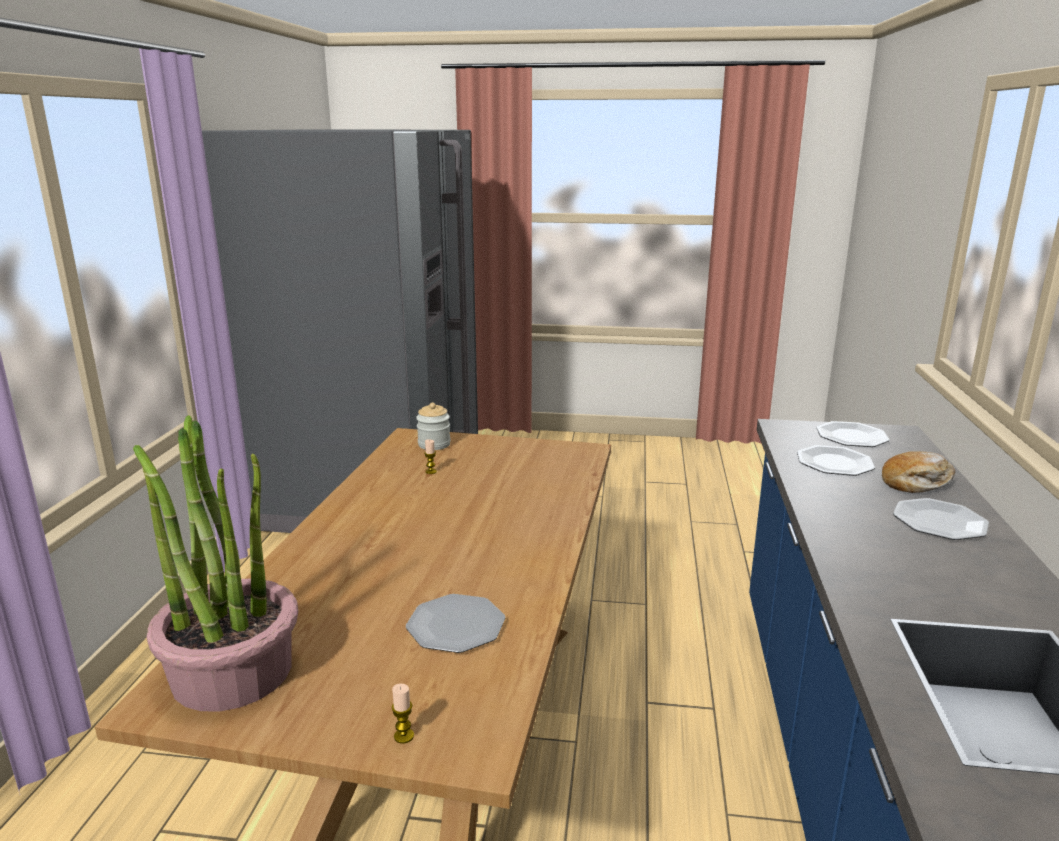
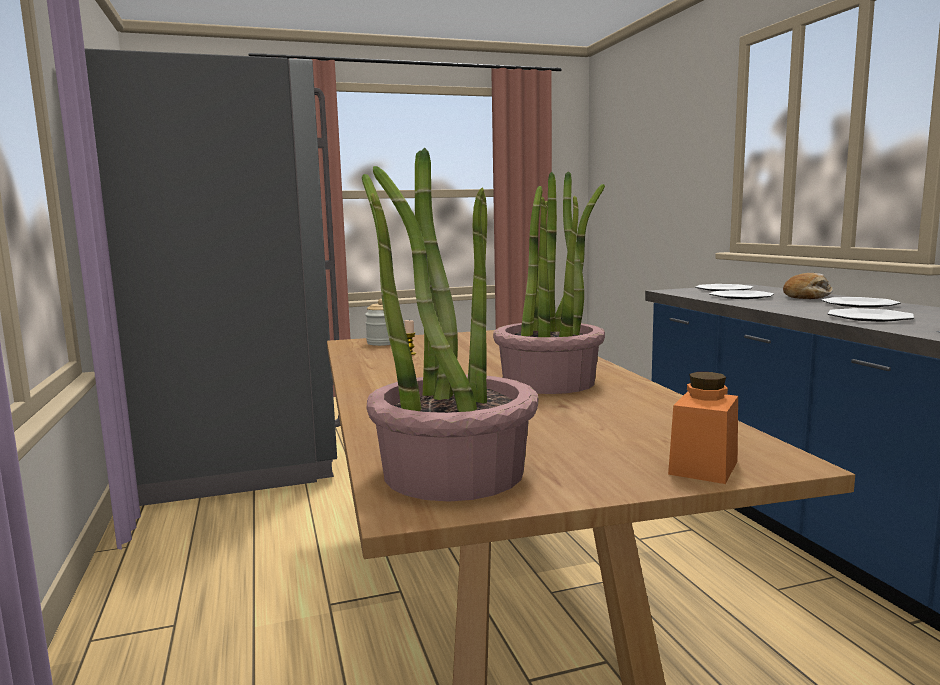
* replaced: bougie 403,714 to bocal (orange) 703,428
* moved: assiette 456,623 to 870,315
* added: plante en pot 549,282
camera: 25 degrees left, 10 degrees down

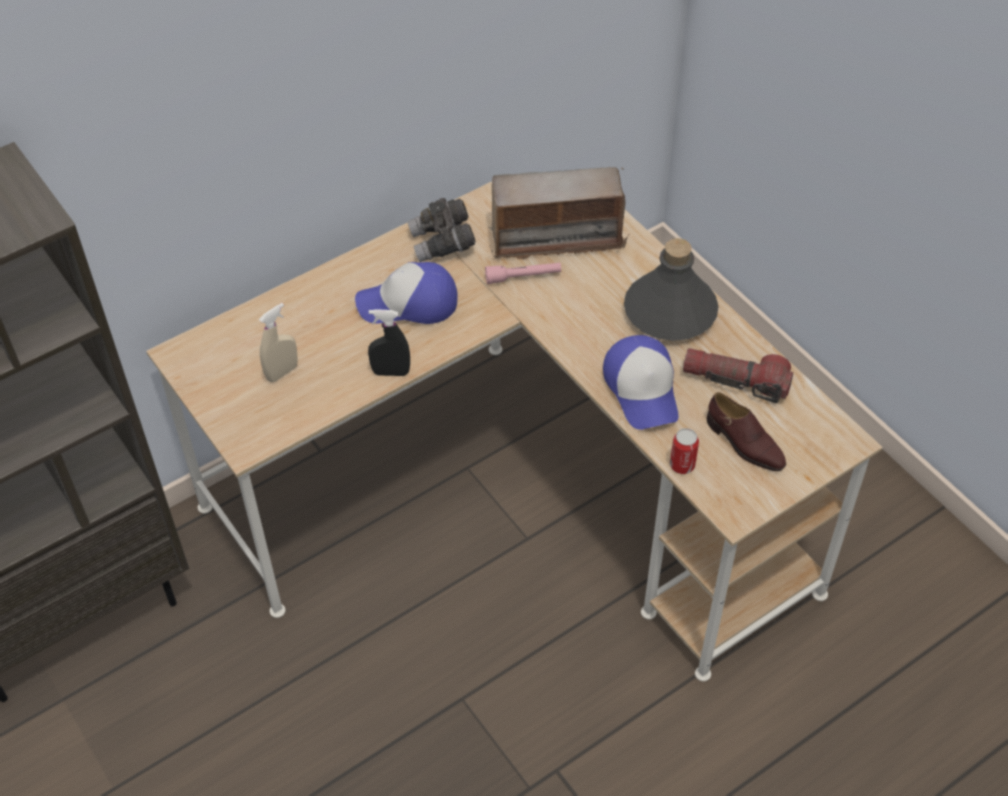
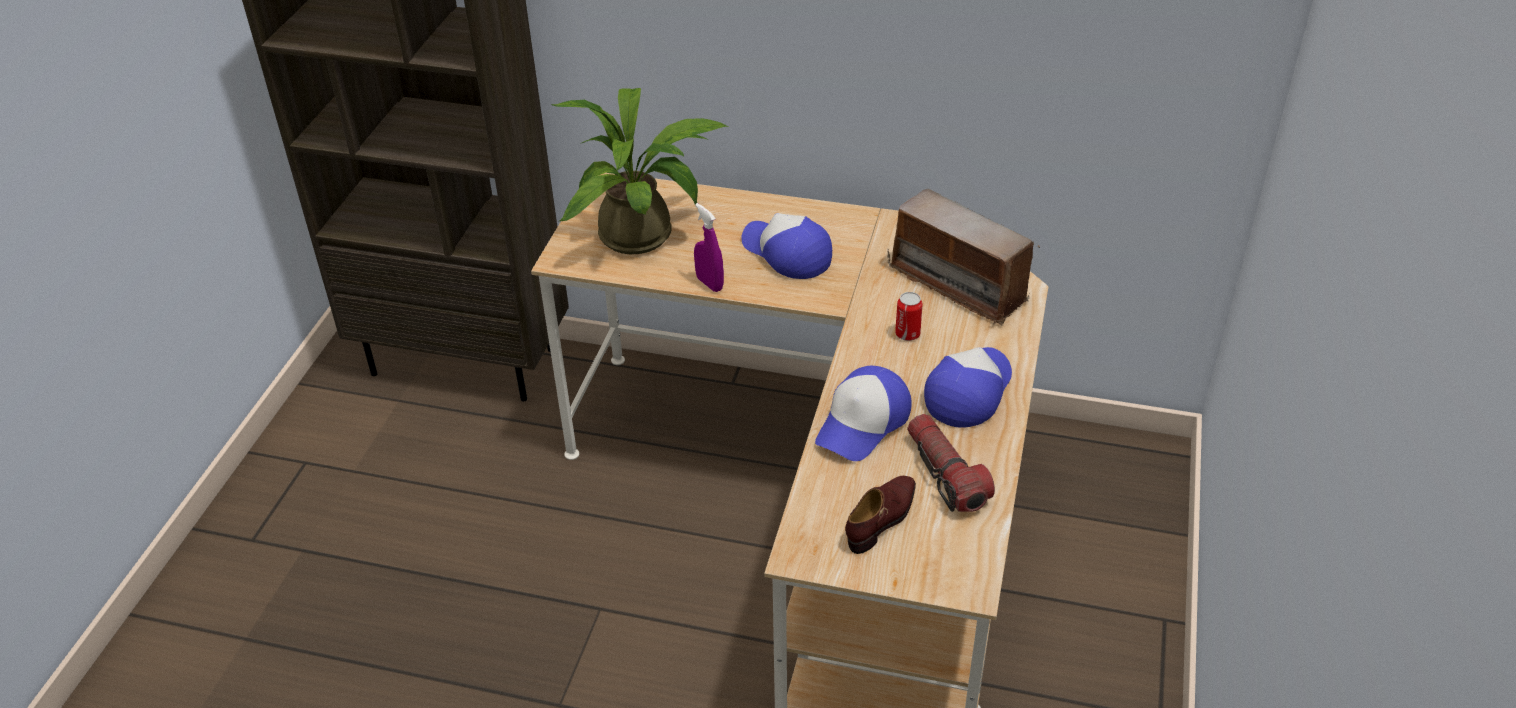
* replaced: vaporisateur (beige) 278,342 to plante en pot 640,171
* recoloured: vaporisateur (noir) 389,342 to vaporisateur (violet) 709,247
* removed: jumelles (gris) 441,230
* removed: lampe de poche (rose) 523,273
* replaced: bouteille (gris) 671,289 to casquette 968,387
* moved: boîte métallique 684,451 to 909,316
* turned: chaussure (marron) 746,431 = 880,515 150 degrees counterclockwise
camera: 50 degrees right, 10 degrees down

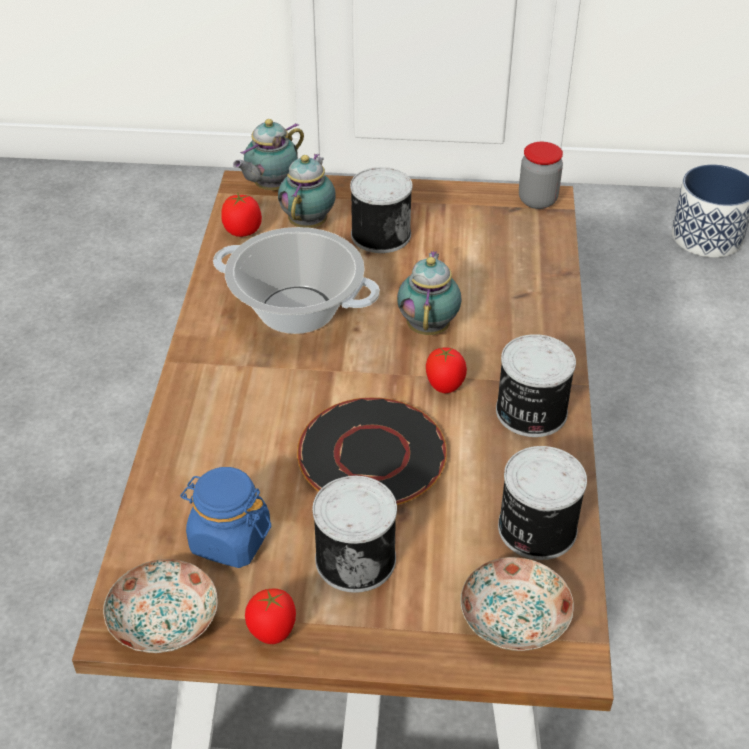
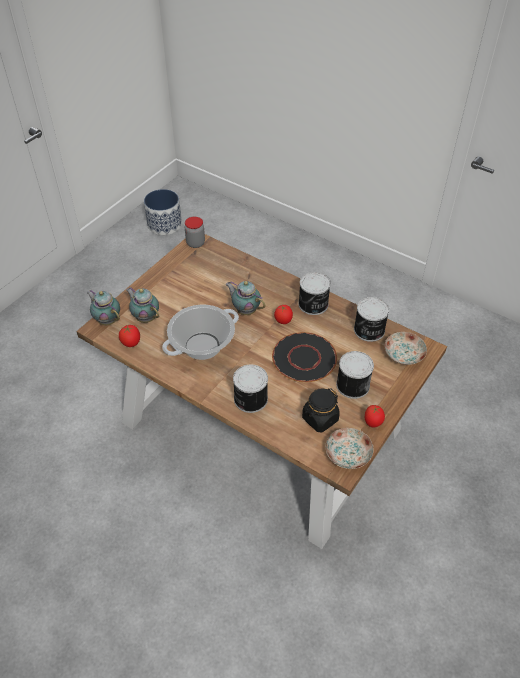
* recoloured: bocal (bleu) 225,517 to bocal (noir) 321,410
* turned: théière 268,154 = 103,307 150 degrees clockwise
* moved: boîte métallique 381,210 to 250,388
camera: 60 degrees left, 5 degrees up

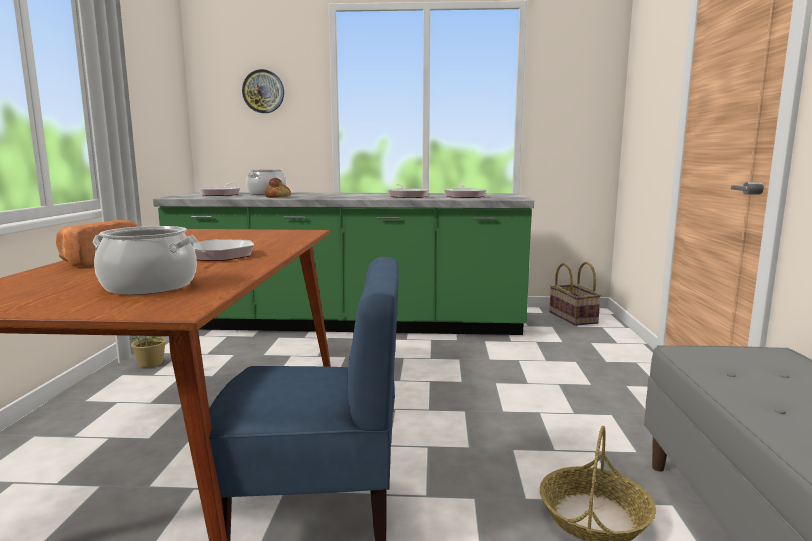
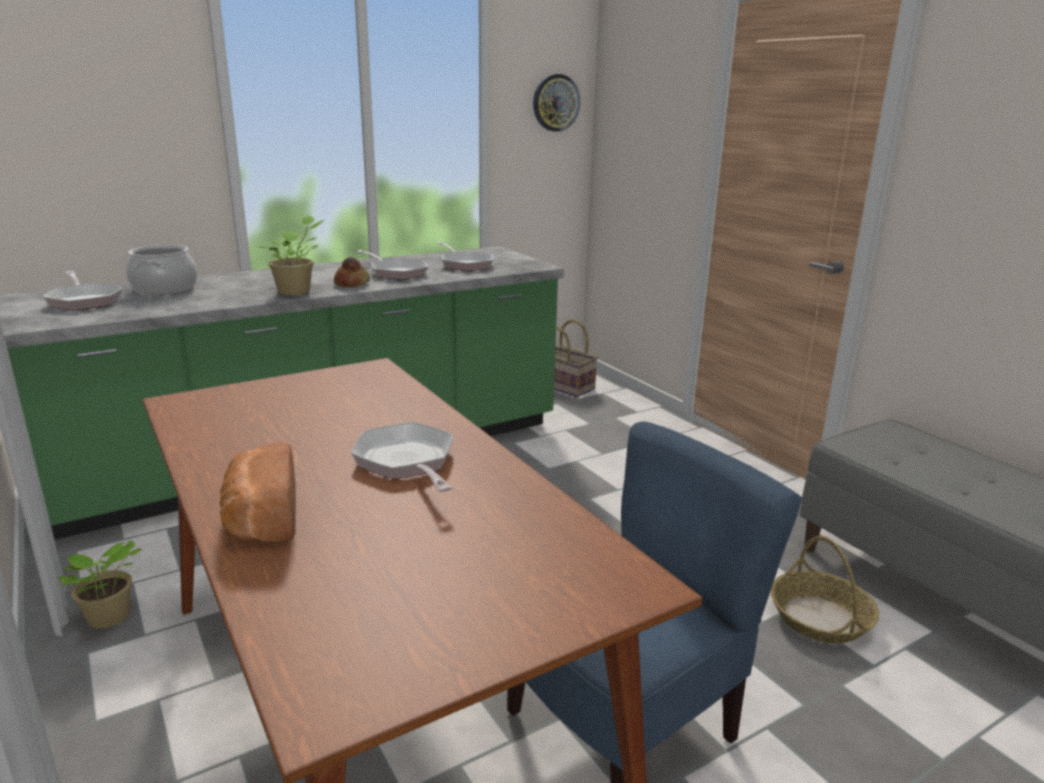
* removed: marmite 145,260
* moved: horloge murale 263,91 to 556,103
* moved: pain 278,188 to 352,272
* added: plante en pot 292,256
camera: 35 degrees left, 10 degrees up

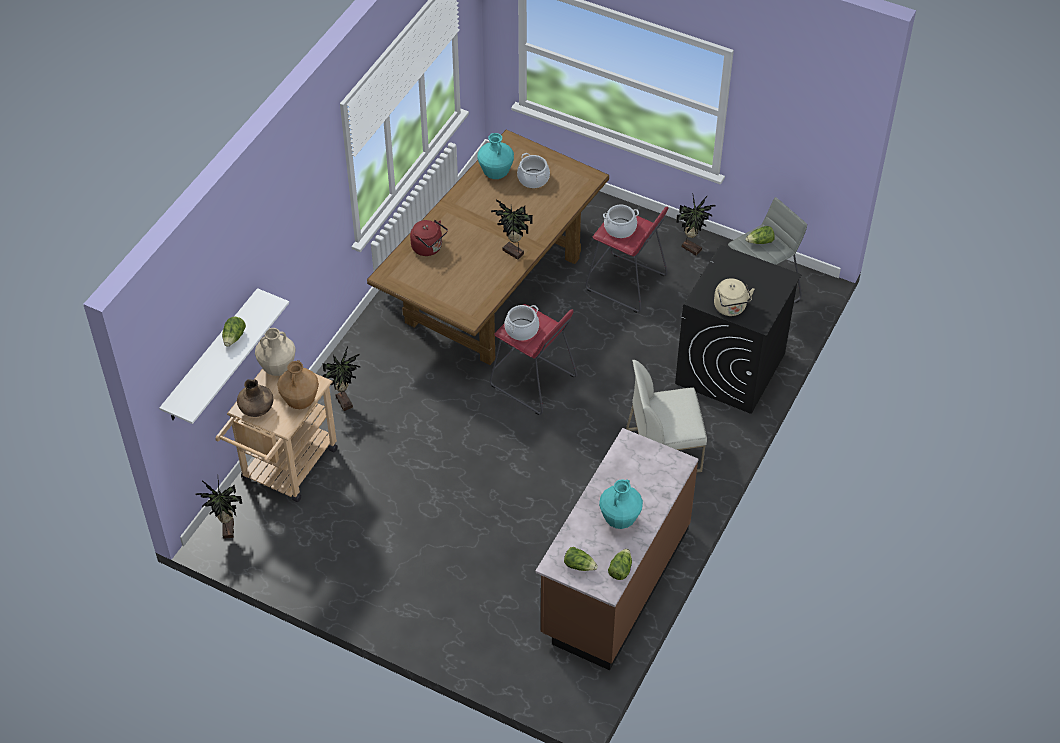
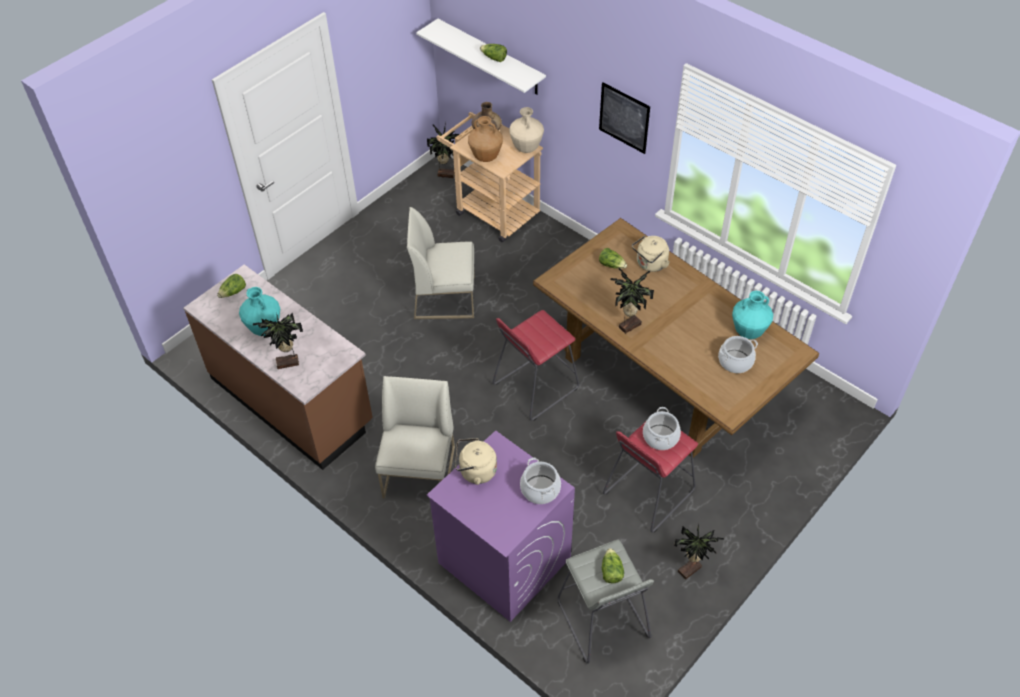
* moved: plante en pot 341,378 to 278,340
* recoloured: bouilloire (rouge) 429,238 to bouilloire (beige) 651,253
* moved: marmite 522,323 to 540,481
* moved: laitue 620,564 to 613,258
* recoloured: lave-linge (noir) 738,329 to lave-linge (violet) 501,526
* added: chaise (blanc) 441,263
* added: tableau 624,118
camera: 105 degrees right, 0 degrees up

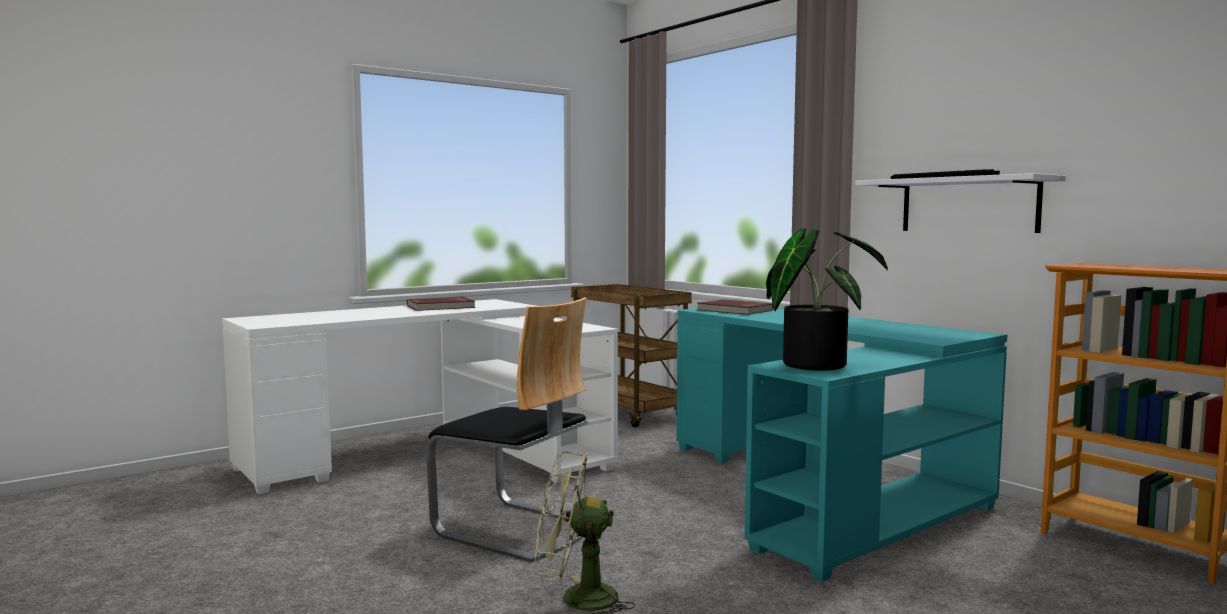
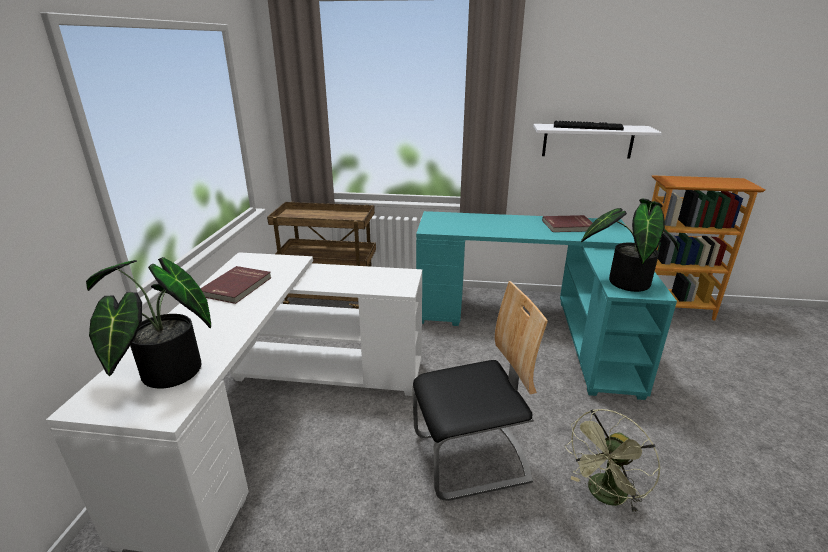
* moved: livre (rouge) 735,307 to 567,223
* added: plante en pot 148,323
camera: 45 degrees left, 20 degrees up

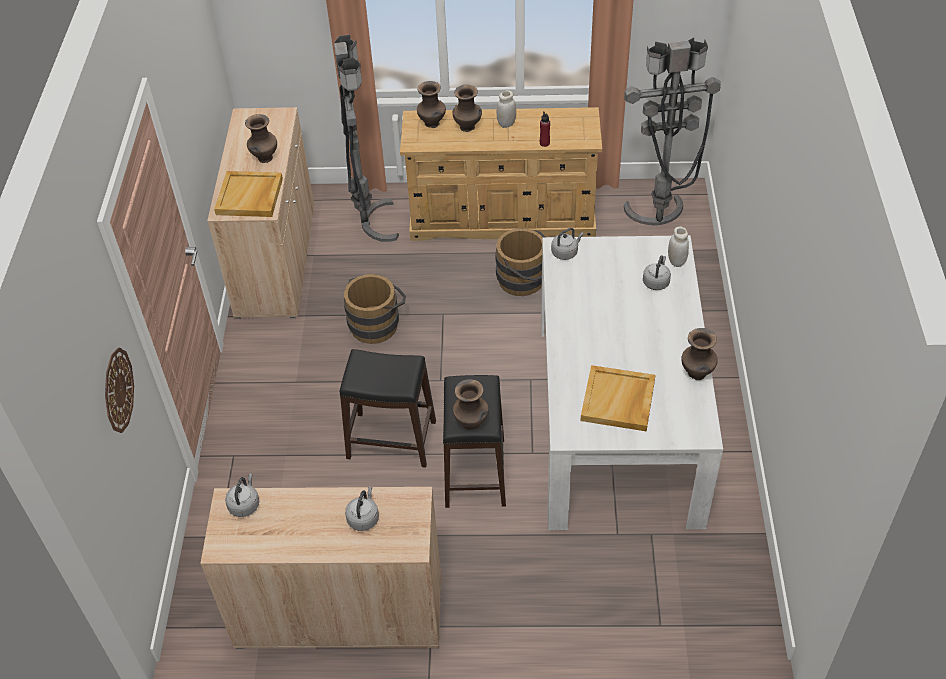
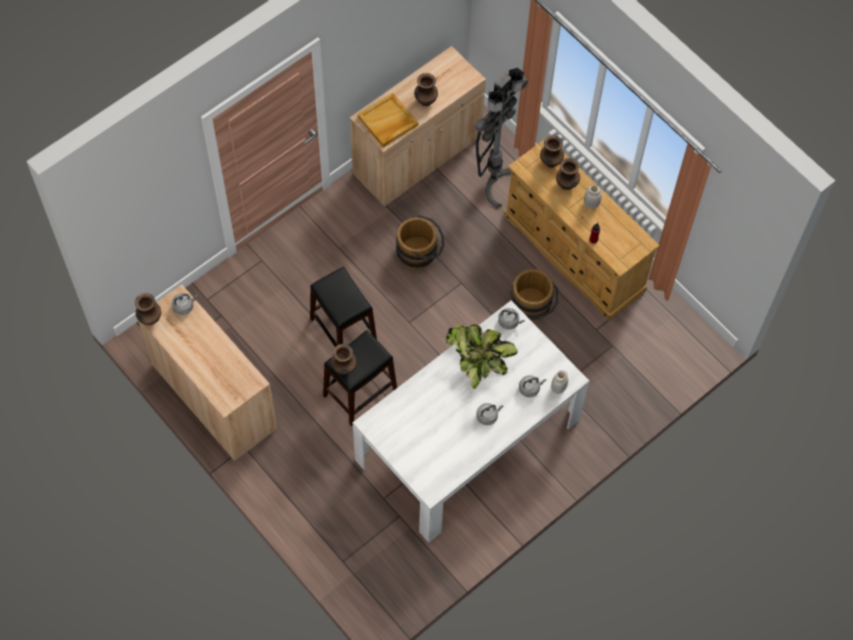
* removed: horloge murale 119,390
* moved: bouilloire (gris) 362,509 to 490,414
* removed: plateau (beige) 618,398
* removed: lampadaire (gris) 672,131
* moved: vase (marron) 700,354 to 148,309
* added: plante en pot 482,356
camera: 45 degrees right, 15 degrees up

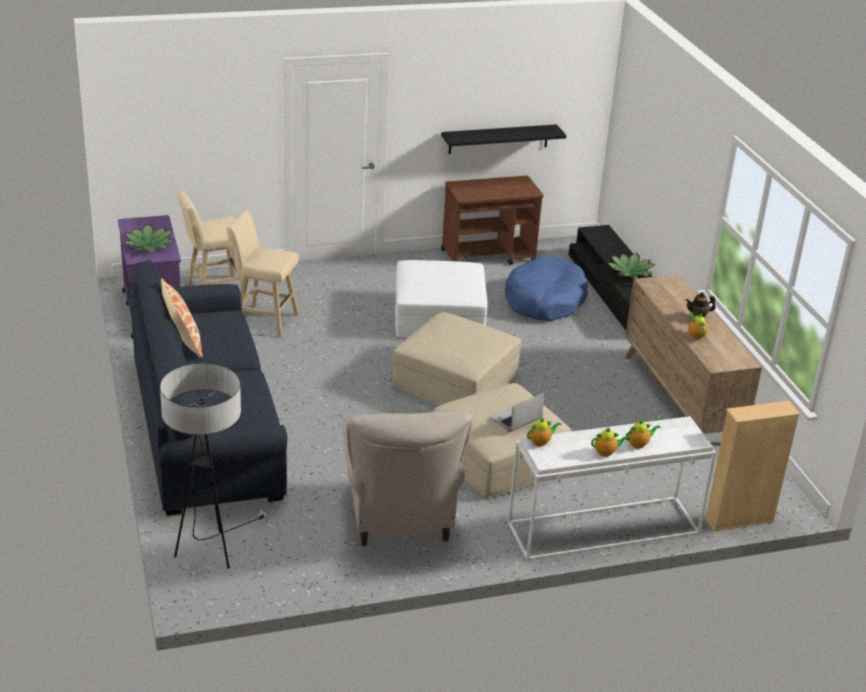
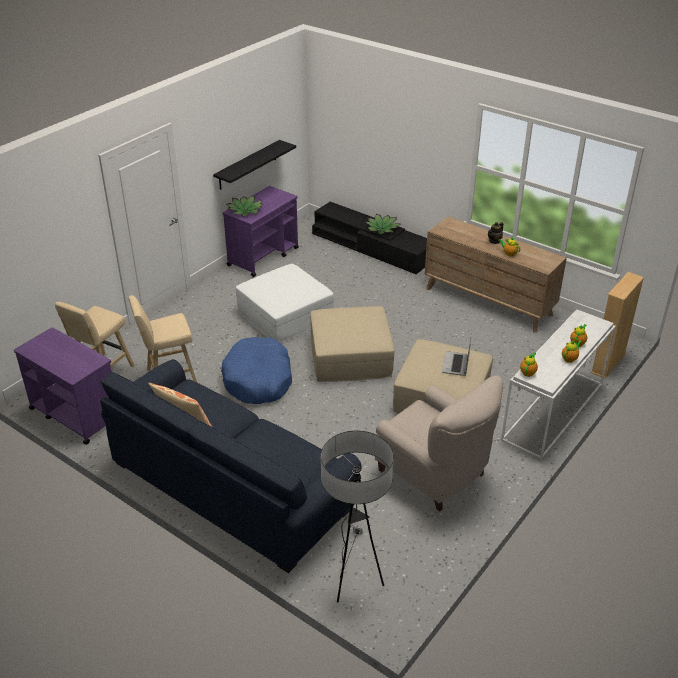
* moved: plante en pot 148,238 to 245,206
* recoloured: chariot (marron) 492,220 to chariot (violet) 261,231
* moved: panier pour chien (bleu) 546,288 to 256,370
camera: 35 degrees left, 5 degrees up

